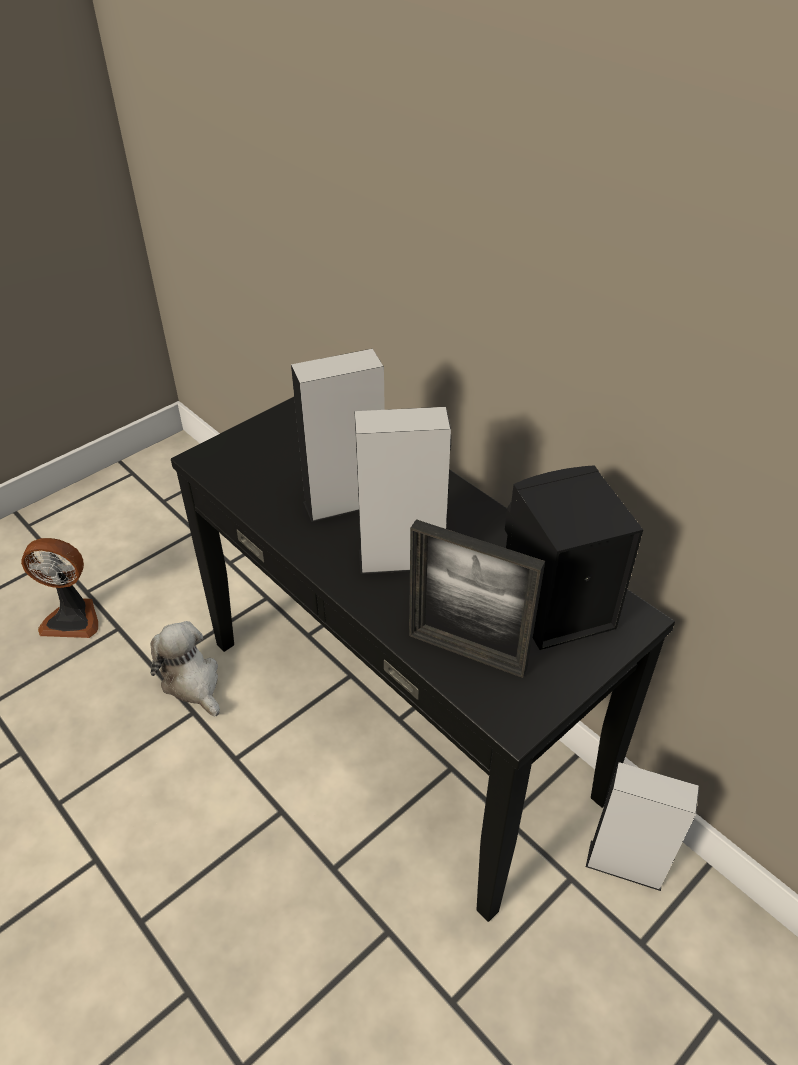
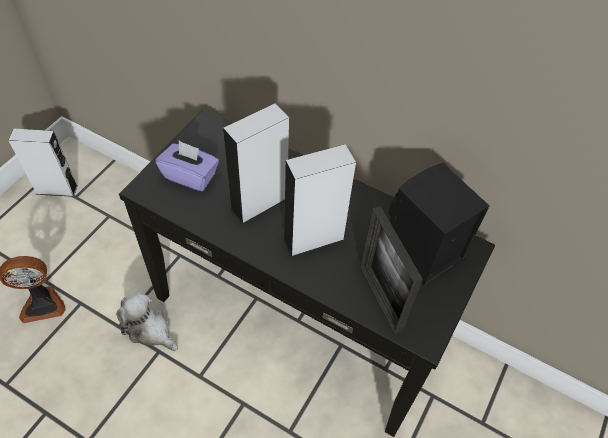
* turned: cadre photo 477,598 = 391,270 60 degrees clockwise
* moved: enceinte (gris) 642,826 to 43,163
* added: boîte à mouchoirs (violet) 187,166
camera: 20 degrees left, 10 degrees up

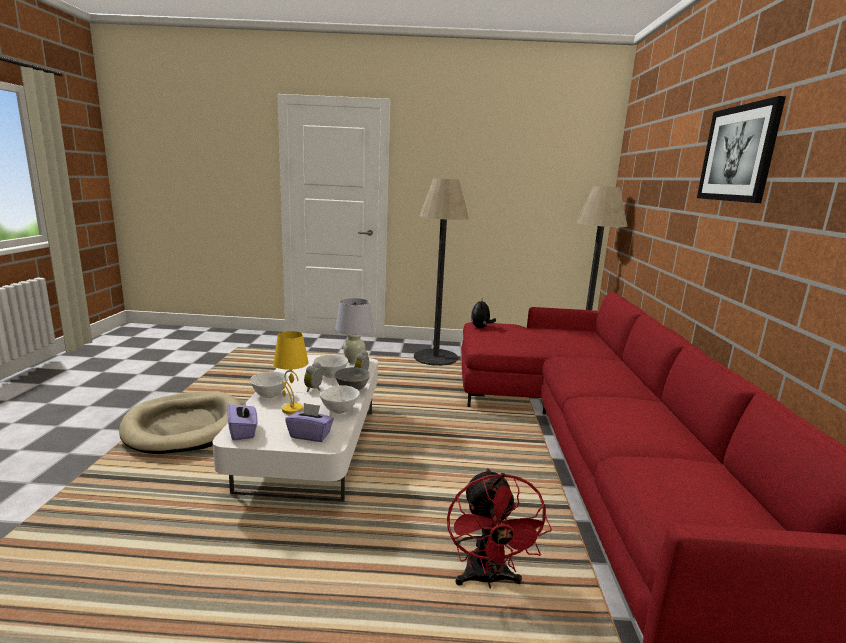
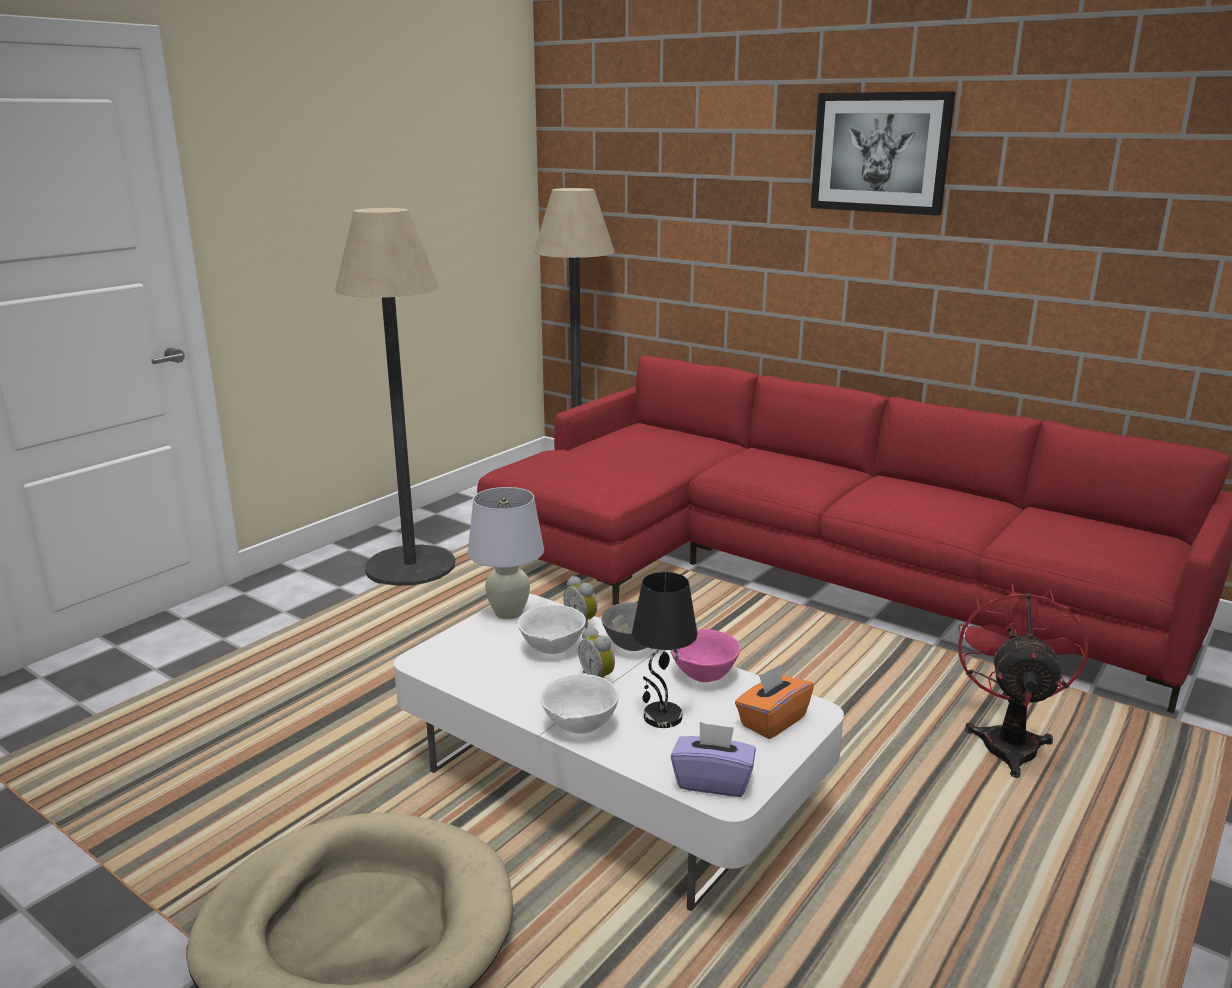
* recoloured: lampe de table (jaune) 291,372 to lampe de table (noir) 664,650
* recoloured: boîte à mouchoirs (violet) 309,422 to boîte à mouchoirs (orange) 774,701
* recoloured: bol (blanc) 340,399 to bol (rose) 705,655
* turned: ventilateur (rouge) 499,528 = 1023,681 105 degrees counterclockwise
* removed: peluche 483,314
camera: 55 degrees left, 5 degrees up

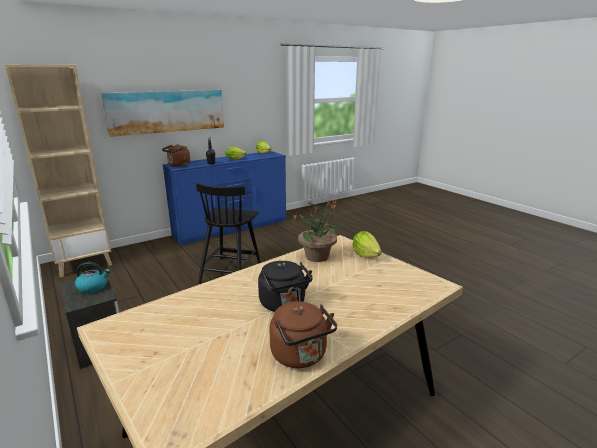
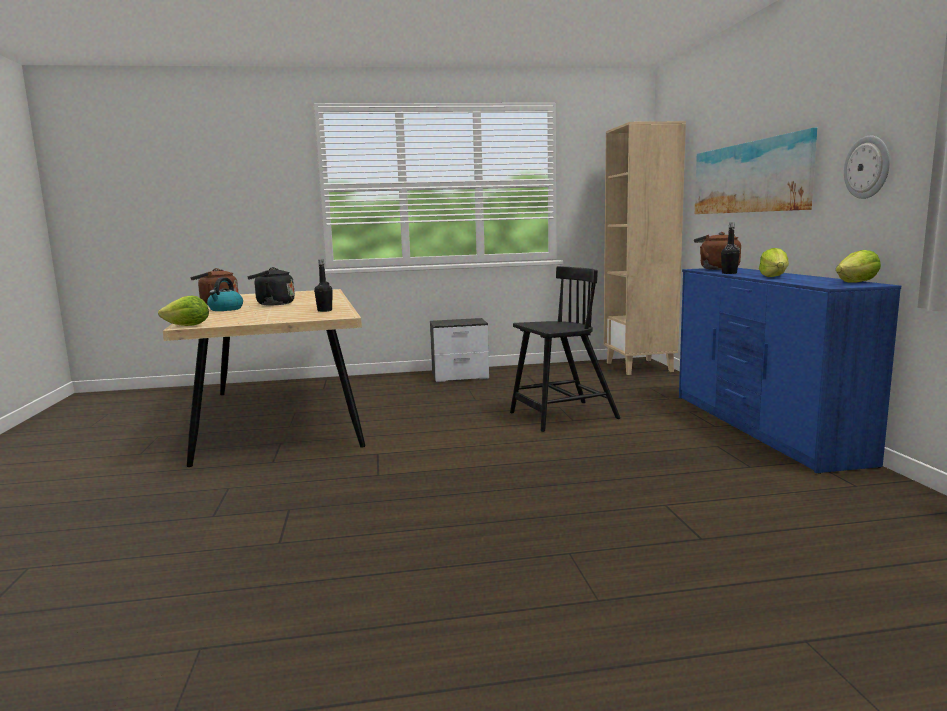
* moved: bouilloire 92,277 to 225,294
* turned: chaise (noir) 228,233 = 565,349 120 degrees clockwise
* replaced: plante en pot 318,231 to bouteille (noir) 323,286
* moved: laitue 367,244 to 183,311
* added: horloge murale 867,167
camera: 115 degrees right, 10 degrees down

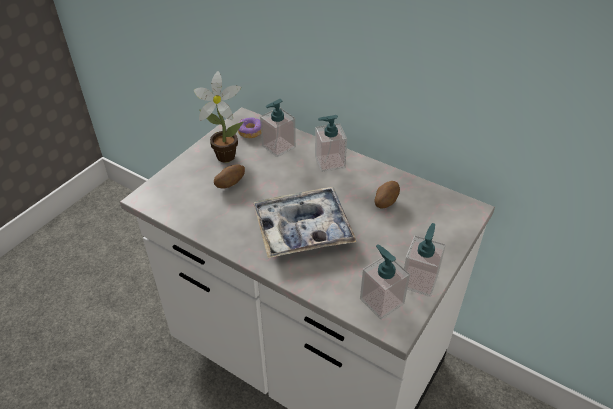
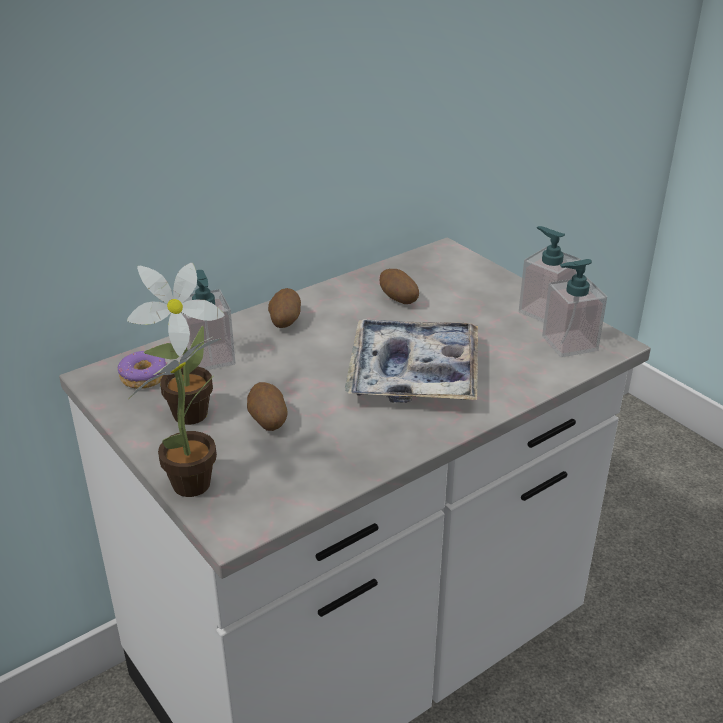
* replaced: distributeur de savon 331,143 to pomme de terre 284,308
* added: plante en pot 175,417
camera: 70 degrees left, 10 degrees down

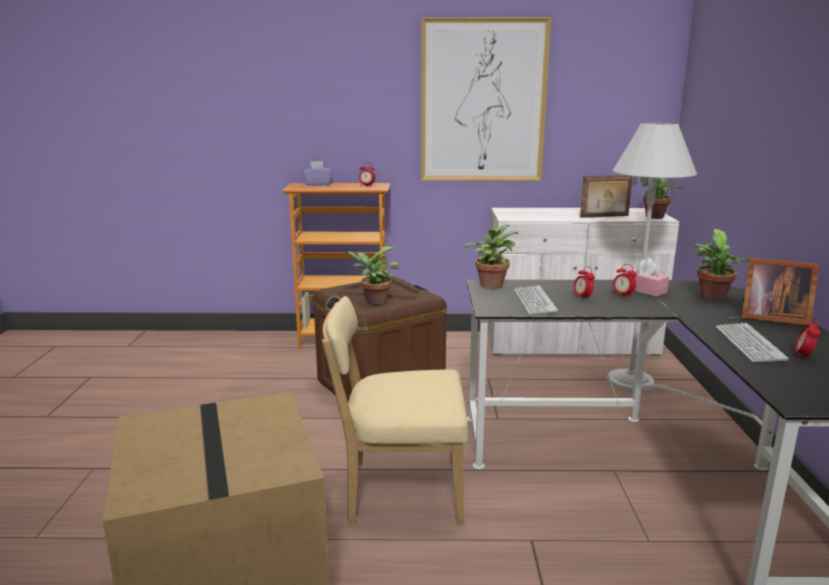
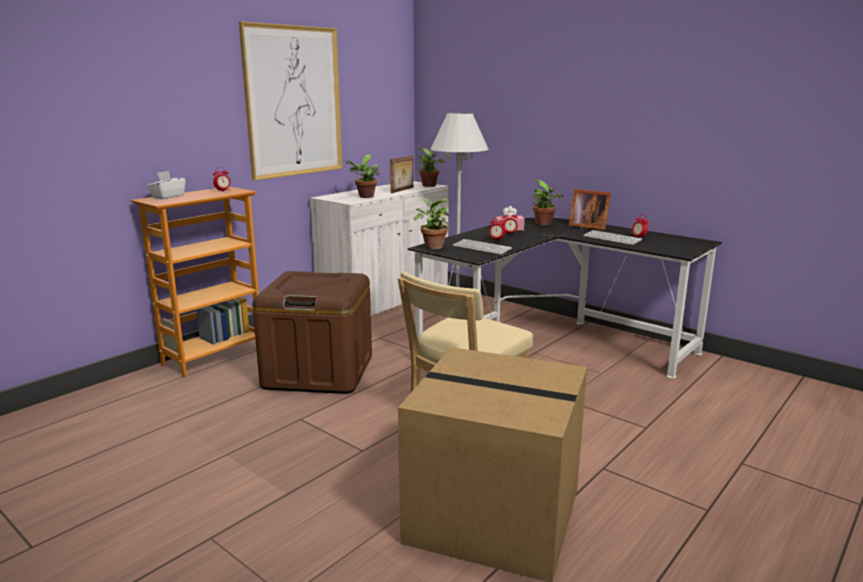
* recoloured: boîte à mouchoirs (violet) 317,173 to boîte à mouchoirs (blanc) 166,185
* moved: plante en pot 372,276 to 363,176
* turned: cadre photo 780,291 = 590,209 60 degrees clockwise
camera: 50 degrees left, 0 degrees up

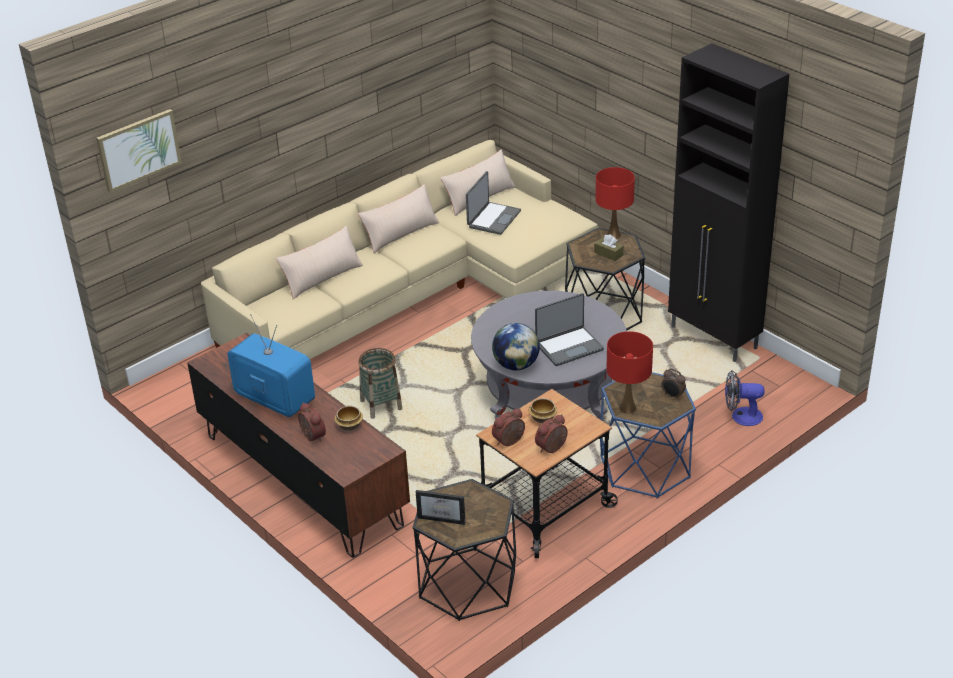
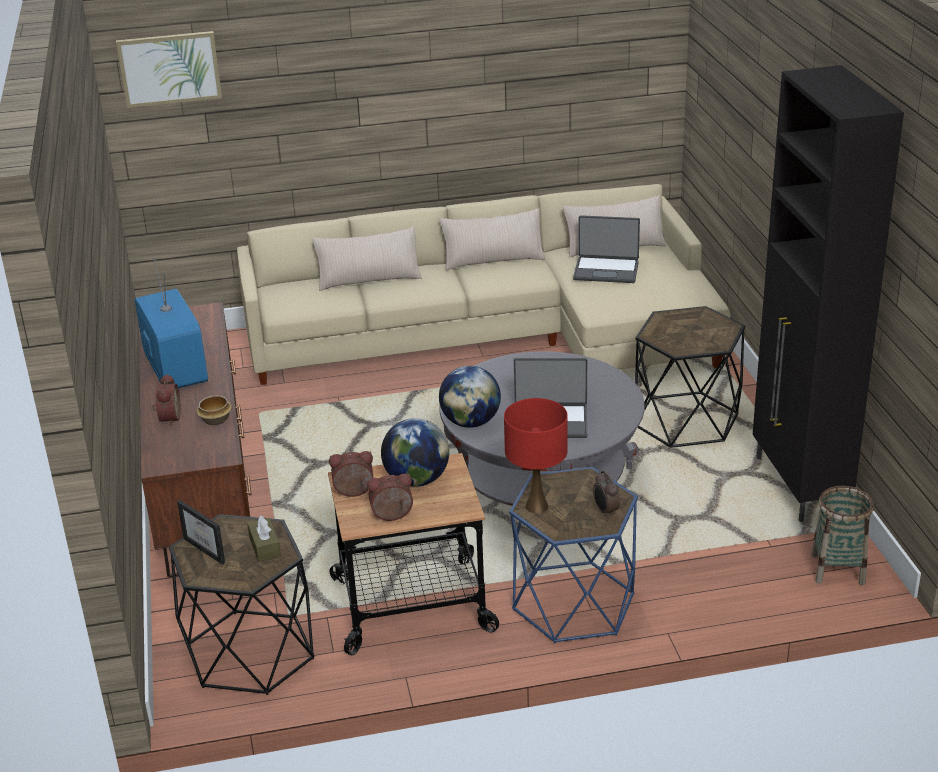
* moved: panier 380,383 to 842,535
* turned: ordinateur portable 493,203 = 606,249 45 degrees clockwise
* replaced: bol 543,410 to globe 415,452
* moved: boîte à mouchoirs (marron) 609,247 to 264,538
* removed: lampe de table (rouge) 615,203
* removed: ventilateur 745,398
camera: 30 degrees right, 5 degrees down

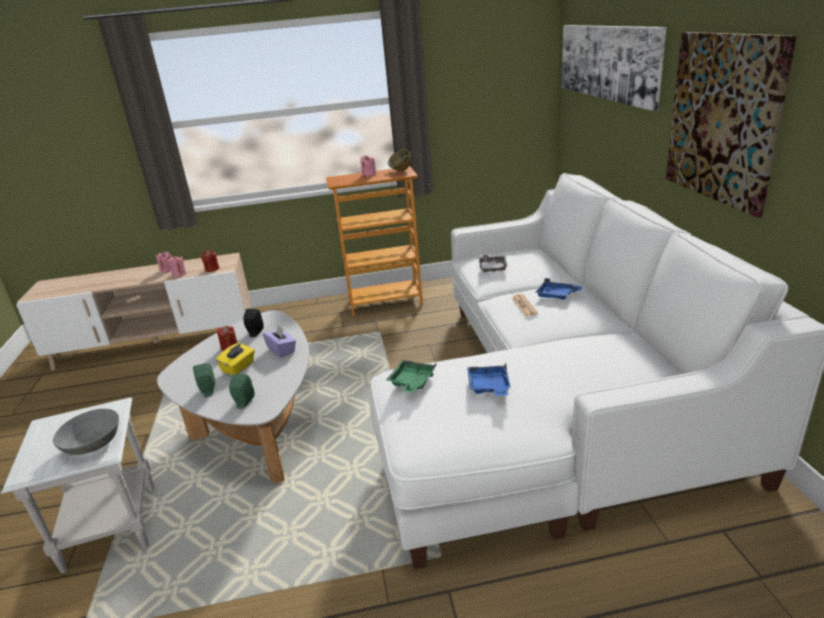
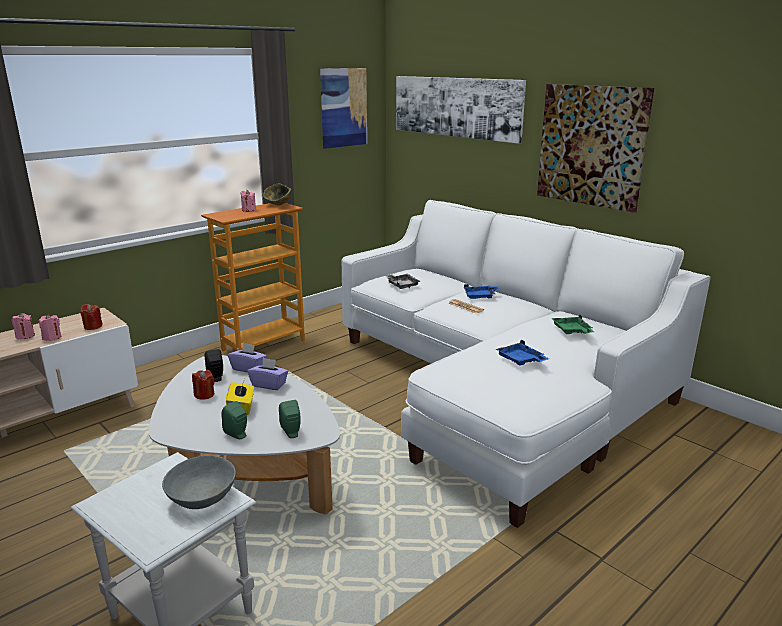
* moved: plateau (vert) 411,376 to 572,324
* added: boîte à mouchoirs (violet) 247,358
* added: tableau 343,108
camera: 35 degrees left, 5 degrees down

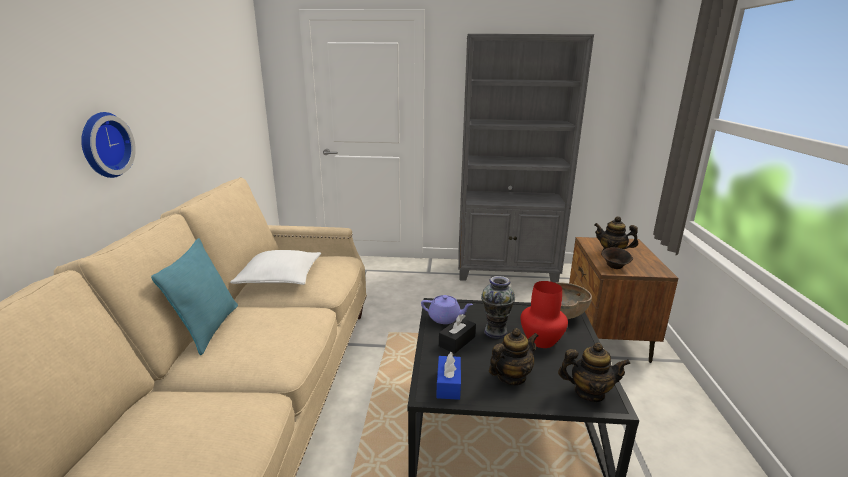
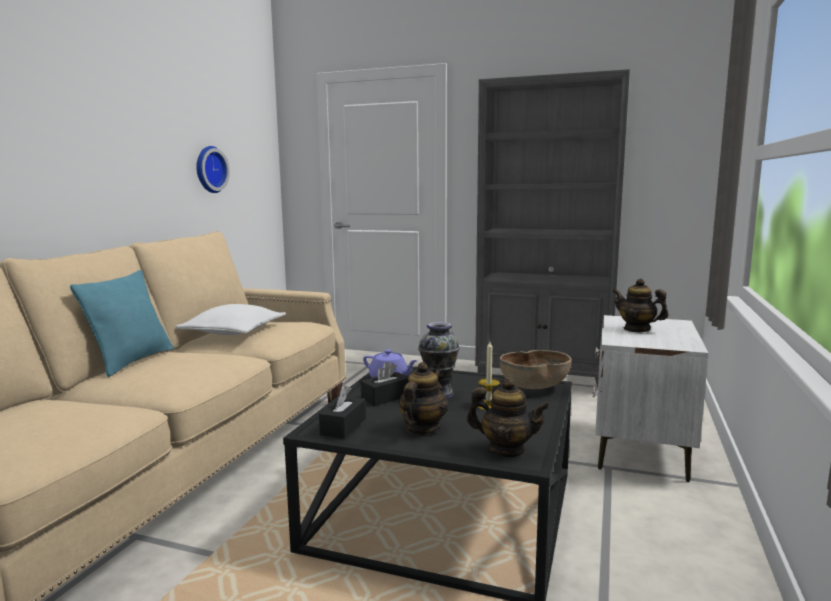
* moved: horloge murale 108,145 to 213,169
* recoloured: boîte à mouchoirs (bleu) 448,376 to boîte à mouchoirs (noir) 342,412
* turned: théière 513,356 = 423,398 45 degrees counterclockwise
* replaced: vase (rouge) 544,314 to bougie 488,375
* recoloured: table de chevet (marron) 623,300 to table de chevet (blanc) 651,398
* removed: bol (marron) 617,258
camera: 15 degrees right, 10 degrees down

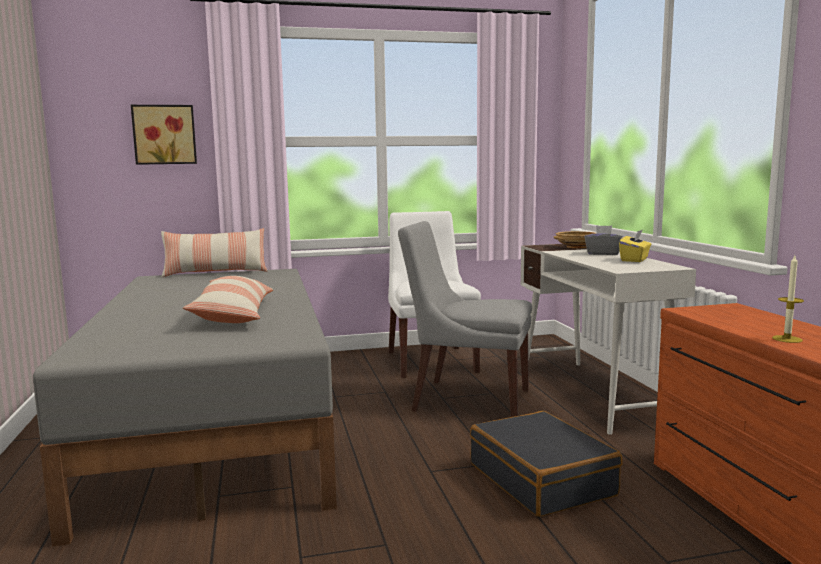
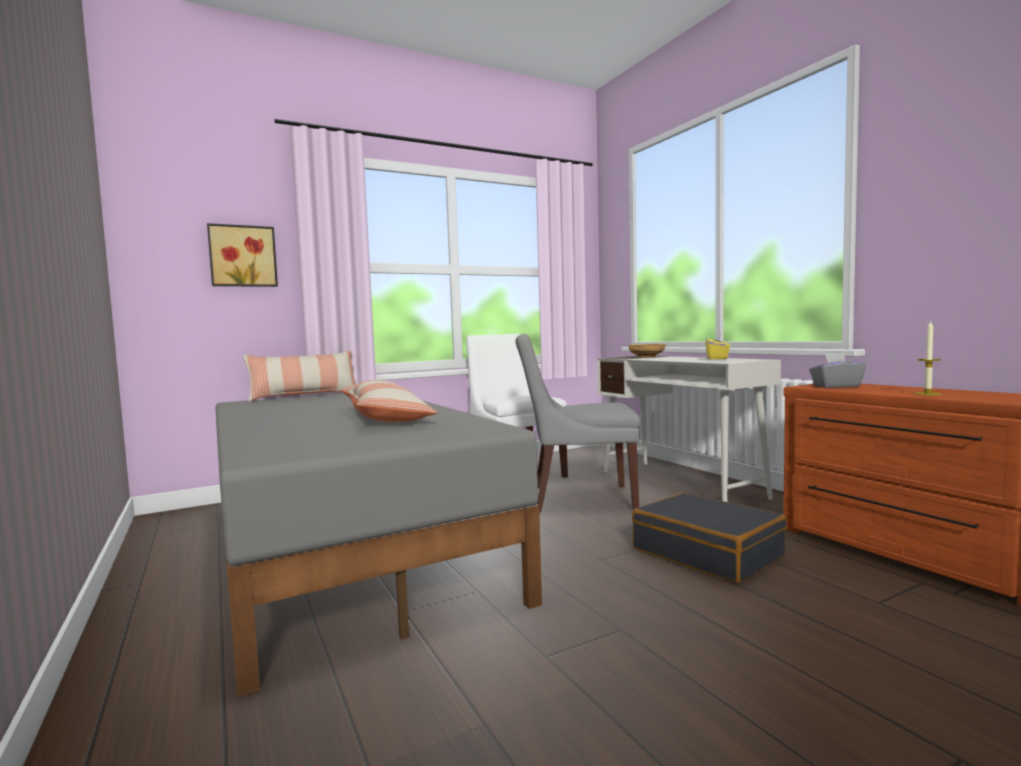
* moved: boîte à mouchoirs (gris) 604,240 to 837,370
camera: 15 degrees left, 5 degrees down

